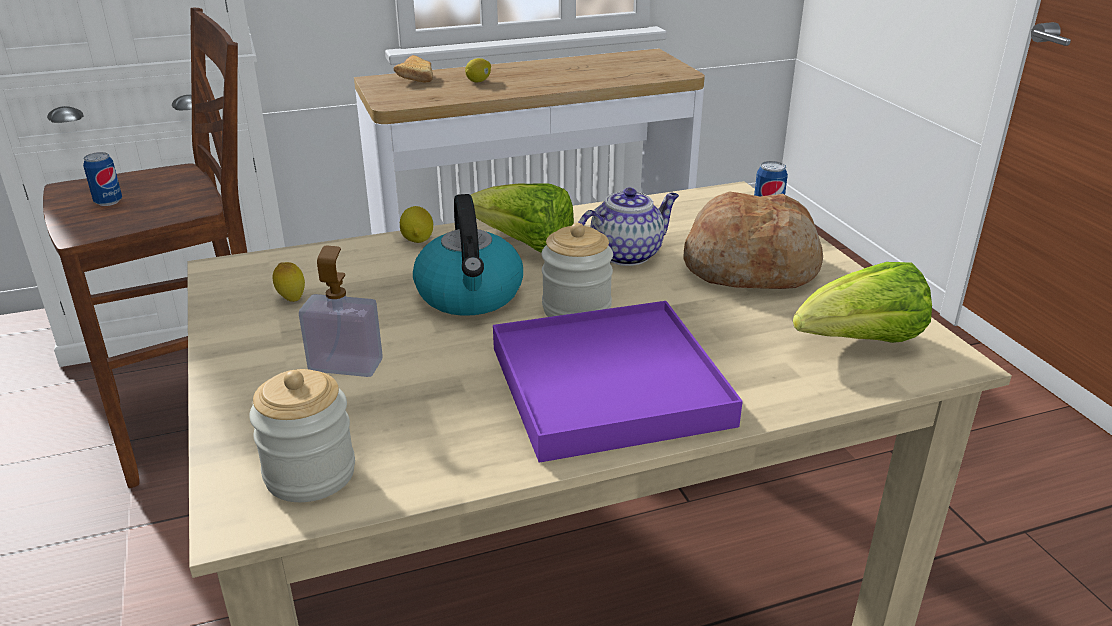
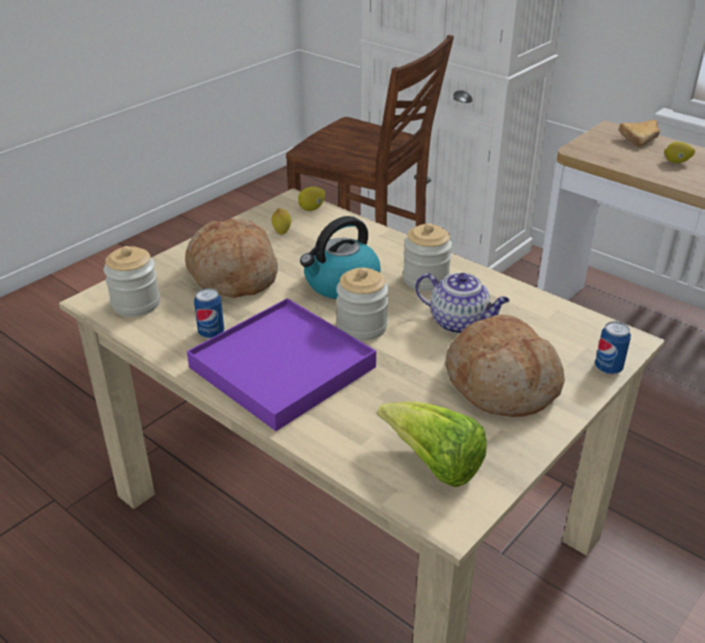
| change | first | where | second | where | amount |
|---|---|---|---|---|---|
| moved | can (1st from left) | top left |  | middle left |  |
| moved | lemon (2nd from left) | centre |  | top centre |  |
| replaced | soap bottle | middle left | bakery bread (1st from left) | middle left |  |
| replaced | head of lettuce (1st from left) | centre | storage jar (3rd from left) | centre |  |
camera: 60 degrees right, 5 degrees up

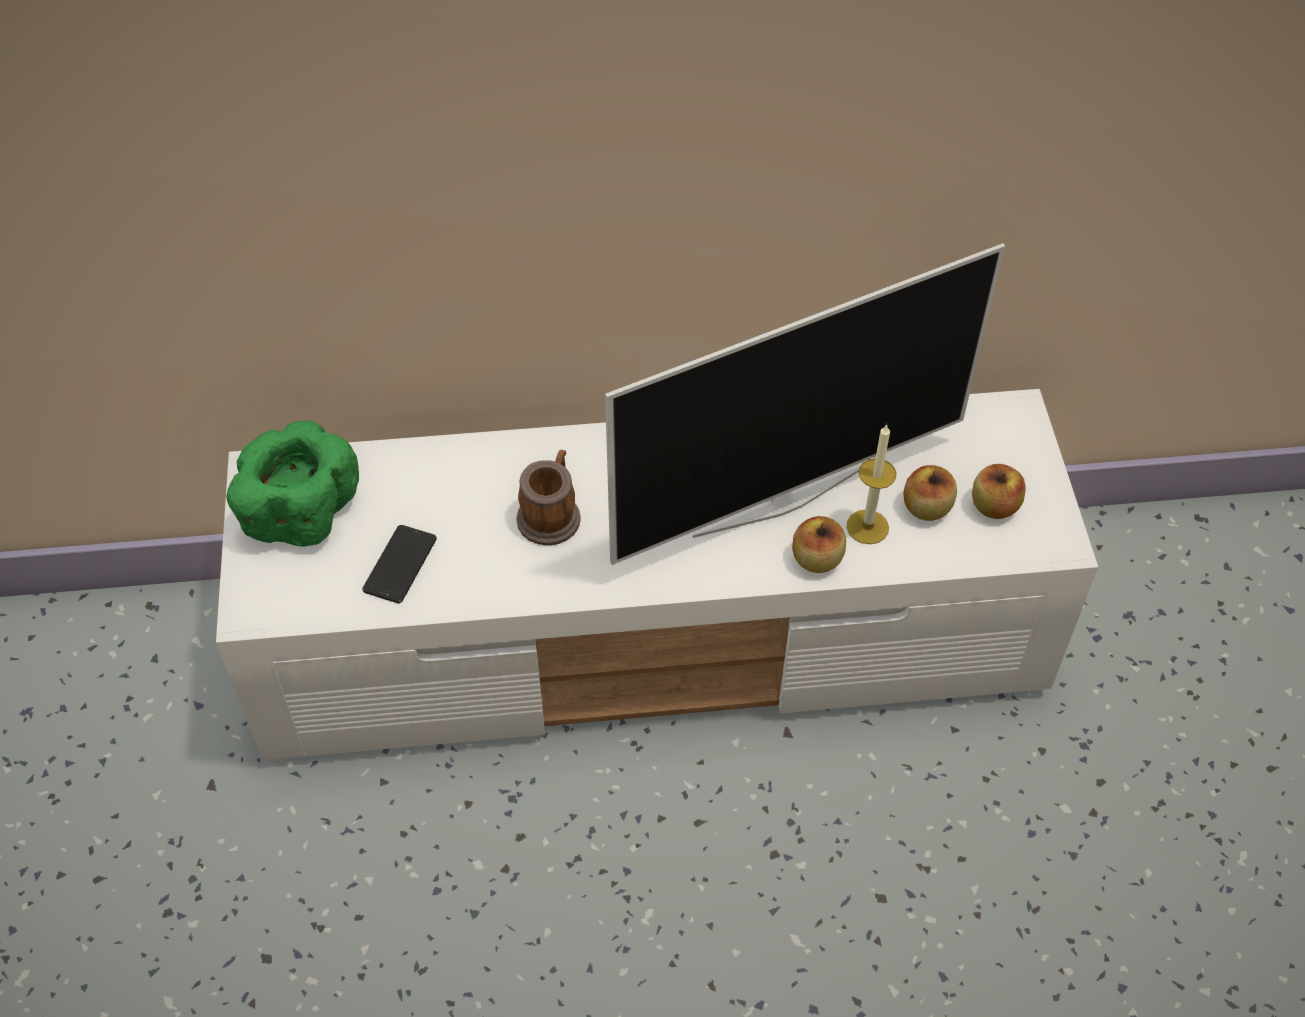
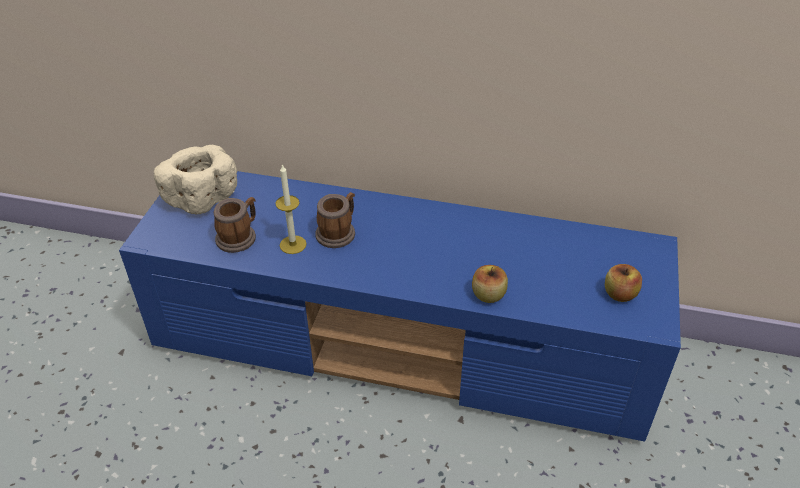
| change | first | where | second | where | amount |
|---|---|---|---|---|---|
| removed | TV set | centre |  |  |  |
| removed | apple fruit (2nd from left) | middle right |  |  |  |
| moved | candle | middle right |  | centre |  |
| replaced | telephone | middle left | tea mug (1st from left) | middle left |  |
| recoloured | white tv unit | centre | blue-coloured tv unit | centre |  |
| recoloured | green deep dish | middle left | beige deep dish | middle left |  |
camera: 20 degrees right, 10 degrees down

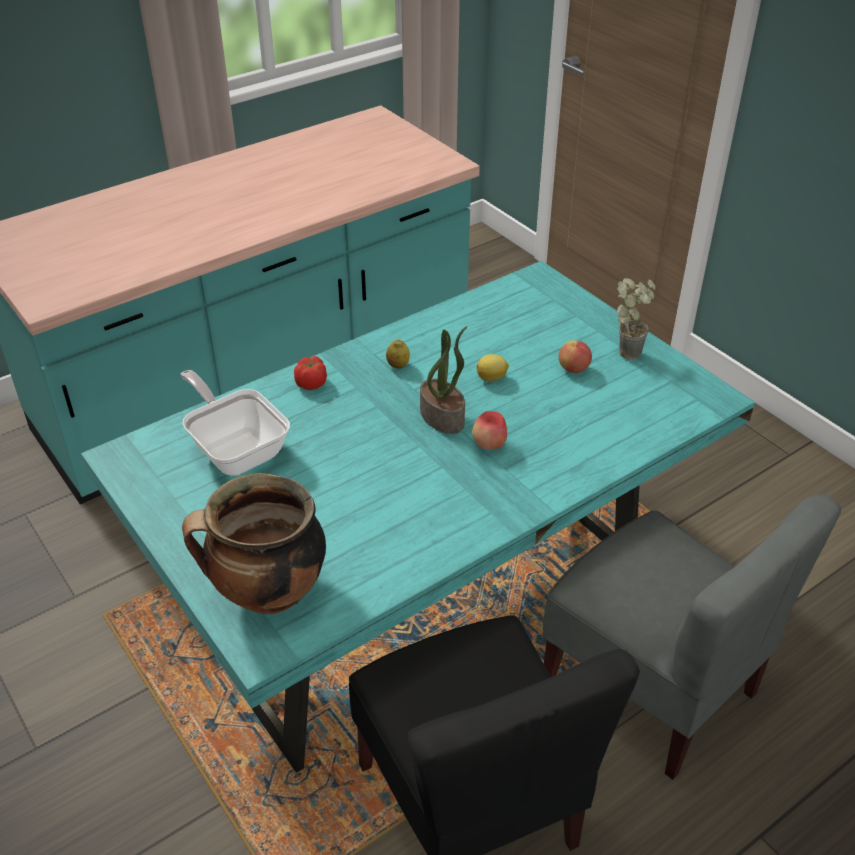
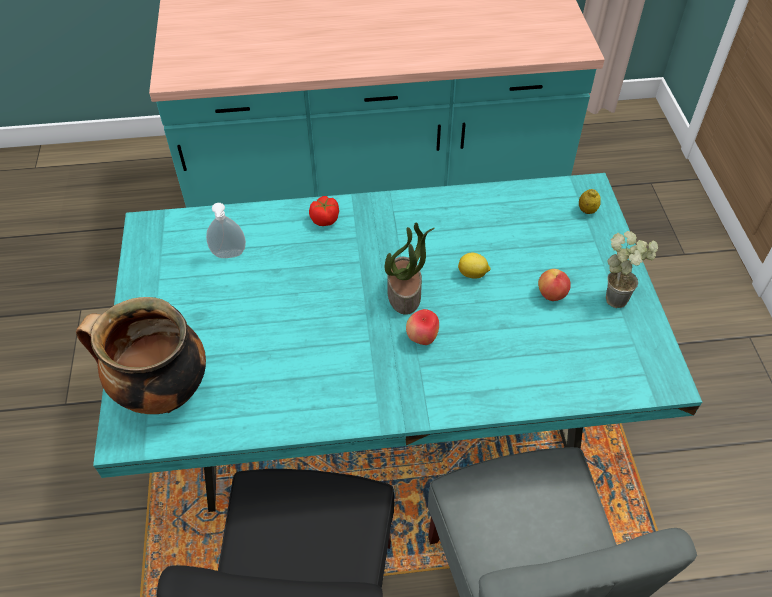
| change | first | where | second | where | amount |
|---|---|---|---|---|---|
| moved | lemon (1st from left in the first image) | centre | lemon (2nd from left) | middle right |  |
| replaced | frying pan | middle left | soap bottle | middle left |  |
camera: 30 degrees right, 10 degrees up

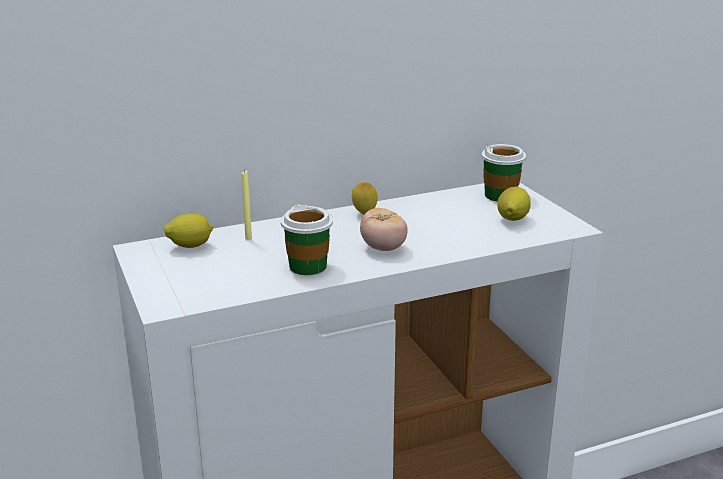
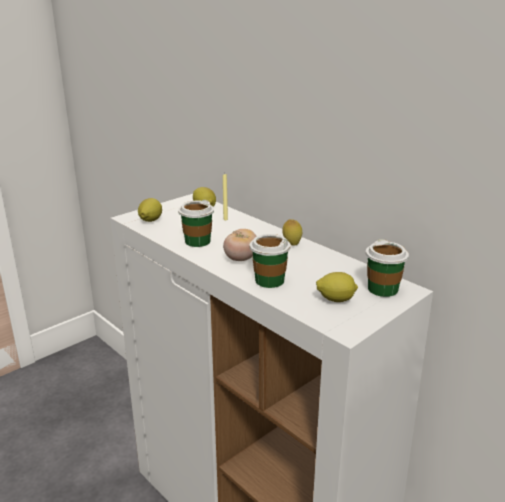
| change | first | where | second | where | amount |
|---|---|---|---|---|---|
| added |  |  | lemon (1st from left) | middle left |  |
| added |  |  | small cup (2nd from left) | centre |  |
camera: 70 degrees right, 0 degrees up

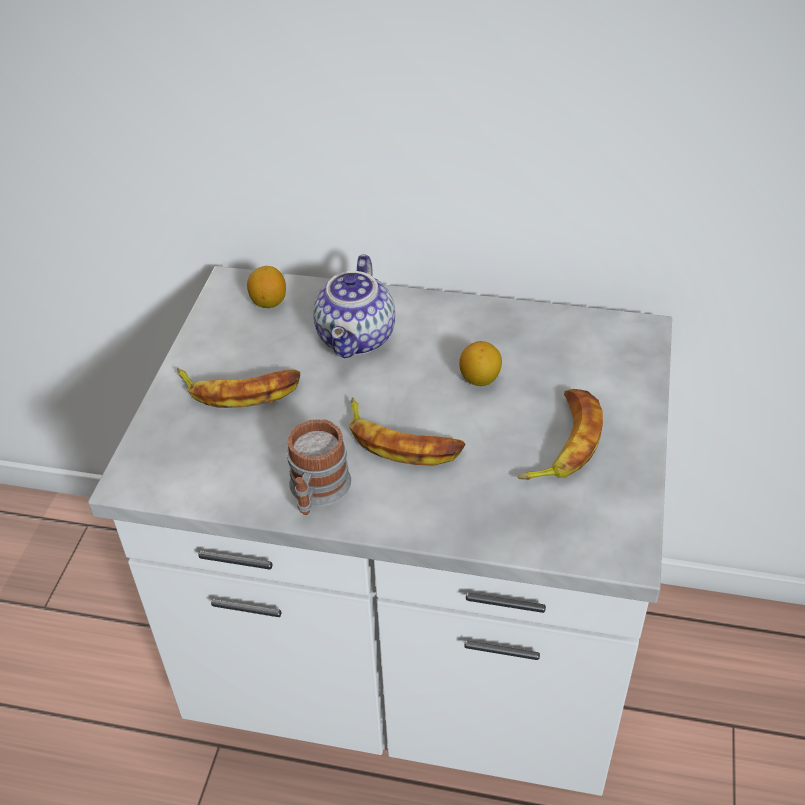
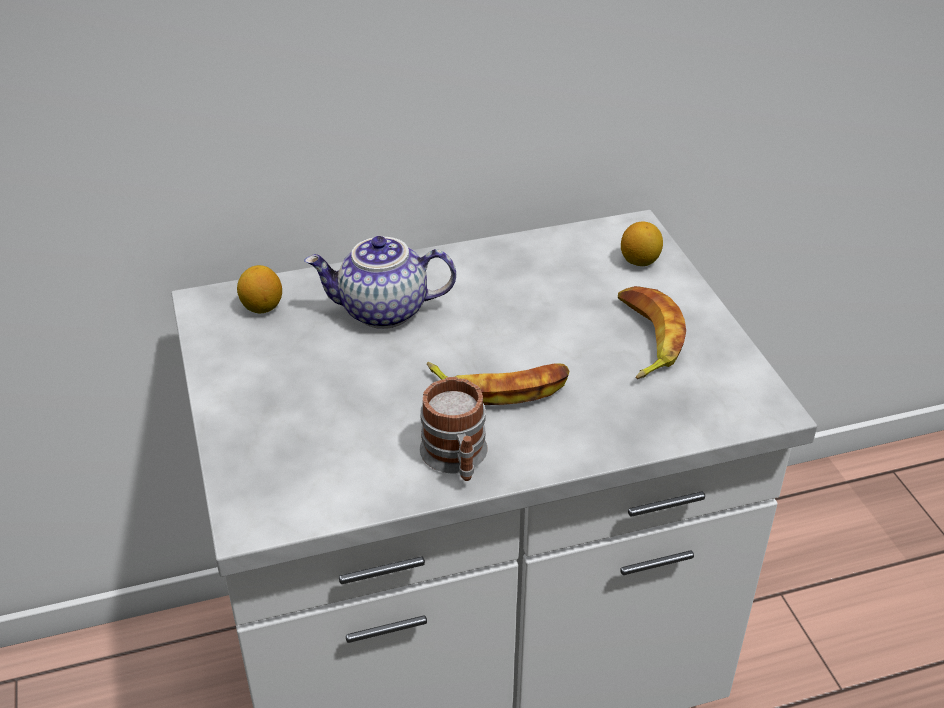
| change | first | where | second | where | amount |
|---|---|---|---|---|---|
| removed | banana (1st from left) | middle left |  |  |  |
| moved | lemon (2nd from left) | centre |  | middle right |  |
| turned | pot for tea | centre |  | centre | 105 degrees clockwise |
camera: 30 degrees left, 5 degrees down

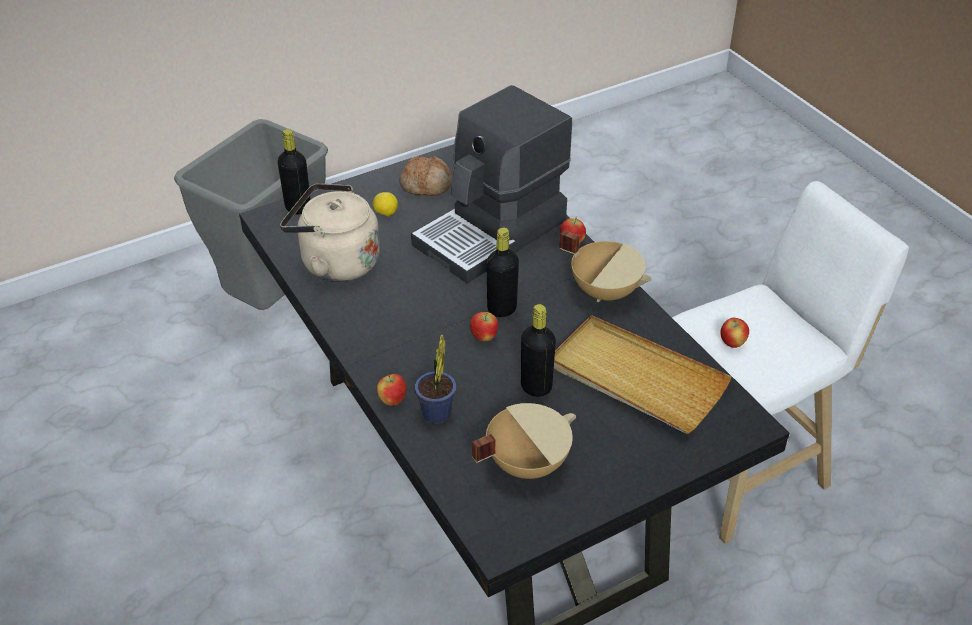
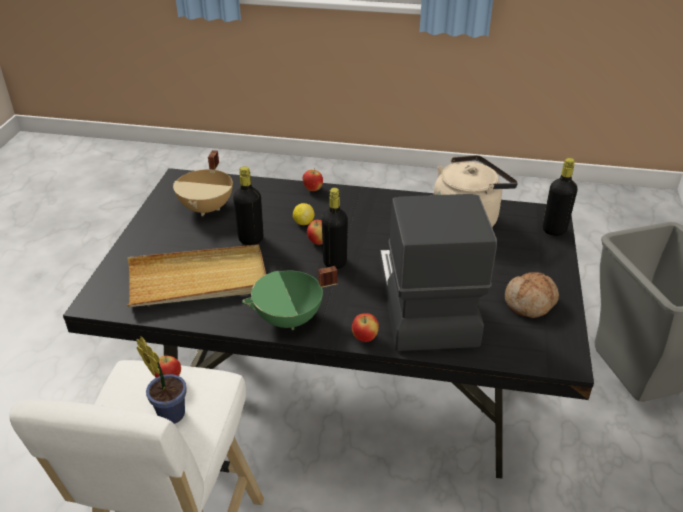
| change | first | where | second | where | amount |
|---|---|---|---|---|---|
| moved | lemon | top centre |  | centre |  |
| moved | plant in a pot | centre |  | bottom left |  |
| recoloured | beige saucepot (2nd from left) | centre | green saucepot | centre |  |
camera: 130 degrees right, 5 degrees down

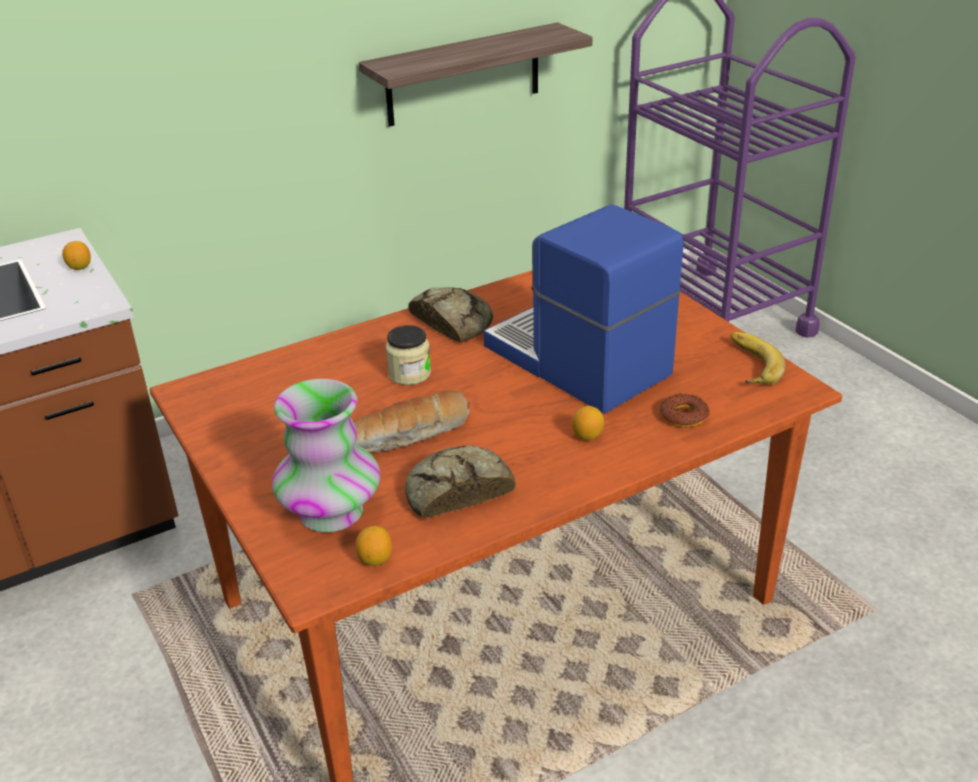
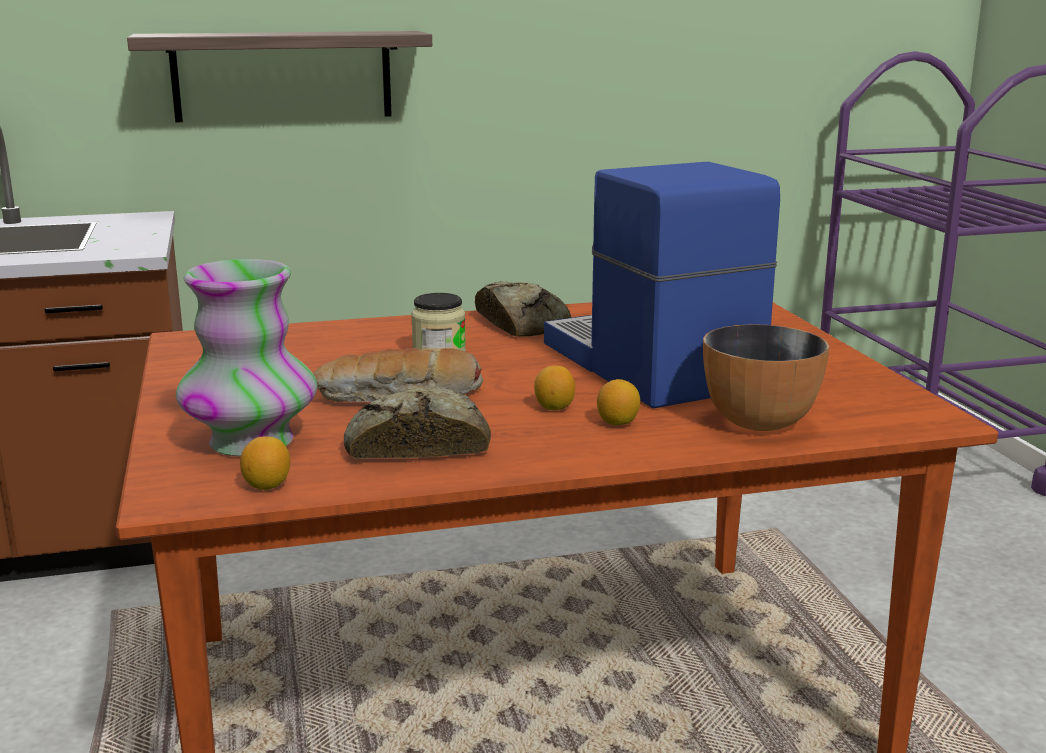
| change | first | where | second | where | amount |
|---|---|---|---|---|---|
| removed | banana | middle right |  |  |  |
| moved | lemon (1st from left in the first image) | top left | lemon (2nd from left) | centre |  |
| moved | bracket shelf | top centre |  | top left |  |
| replaced | doughnut | middle right | deep dish | middle right |  |
camera: 15 degrees right, 15 degrees down

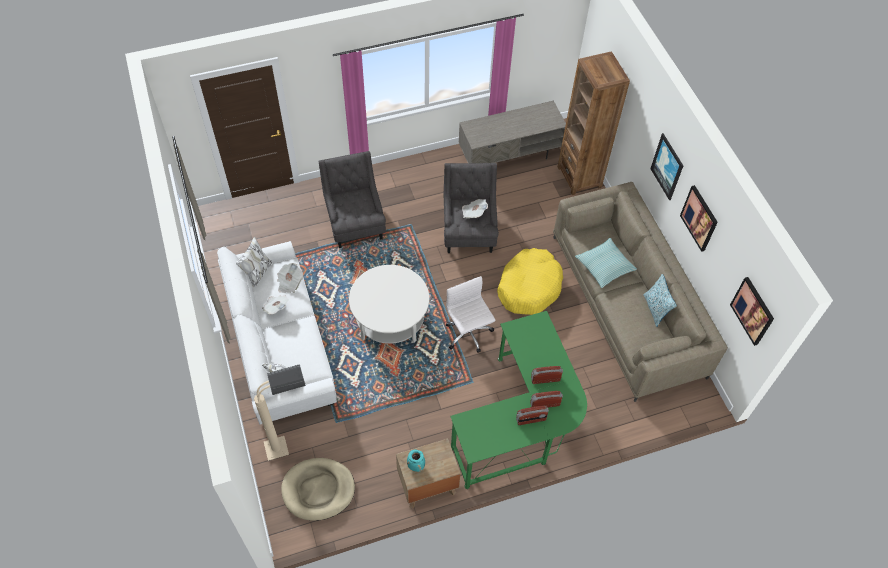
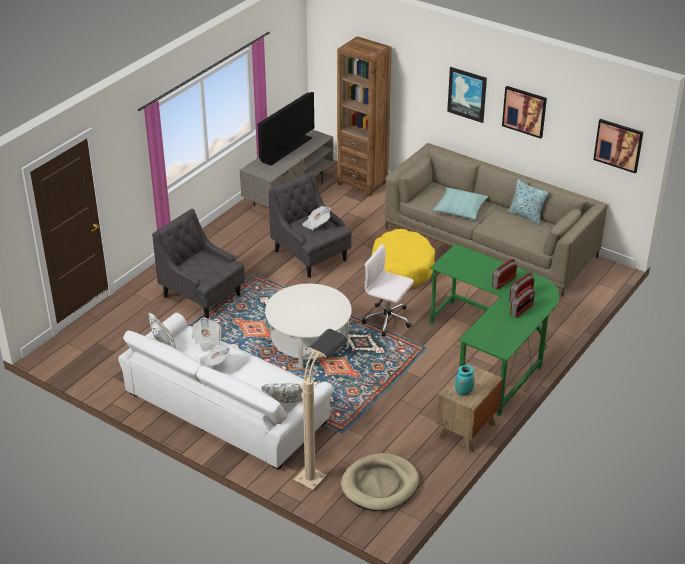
| change | first | where | second | where | amount |
|---|---|---|---|---|---|
| added |  |  | TV set | top centre |  |
camera: 35 degrees left, 20 degrees down

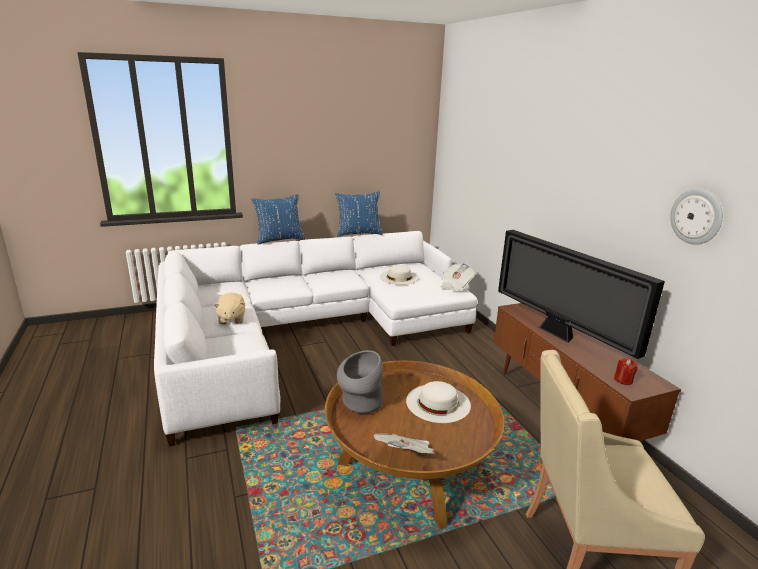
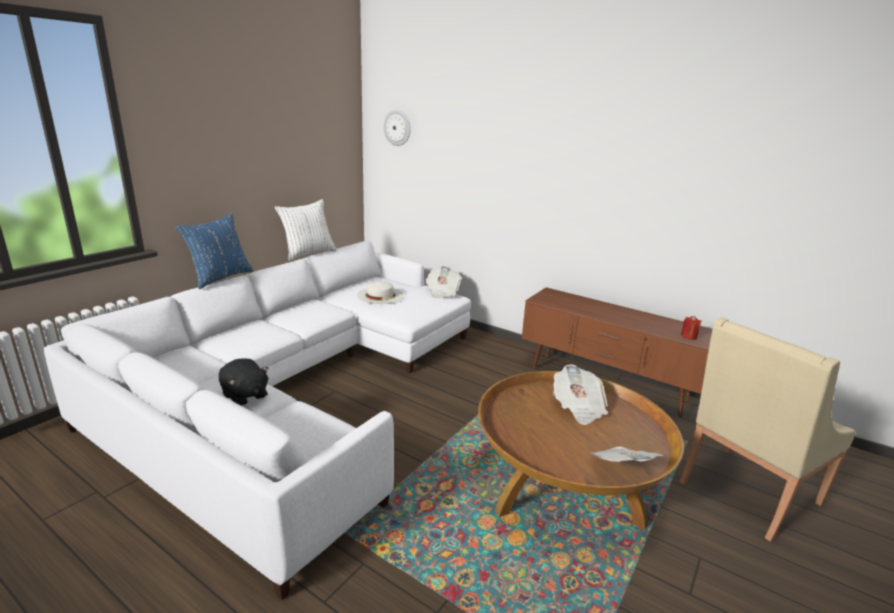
| change | first | where | second | where | amount |
|---|---|---|---|---|---|
| removed | grey flower vase | bottom centre |  |  |  |
| removed | TV set | middle right |  |  |  |
| moved | wall clock | middle right |  | top centre |  |
| replaced | white clothing hat (2nd from left) | bottom centre | printed paper (2nd from left) | centre |  |
| recoloured | beige soft toy | middle left | black soft toy | middle left |  |
| recoloured | blue-coloured throw pillow (2nd from left) | centre | white throw pillow | centre |  |
camera: 35 degrees left, 0 degrees up

